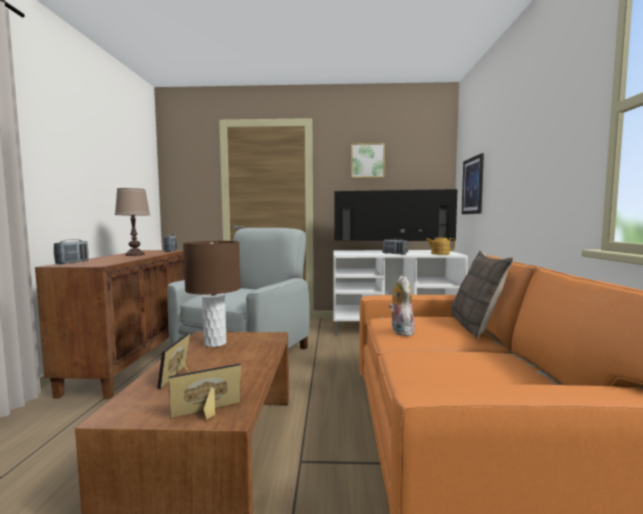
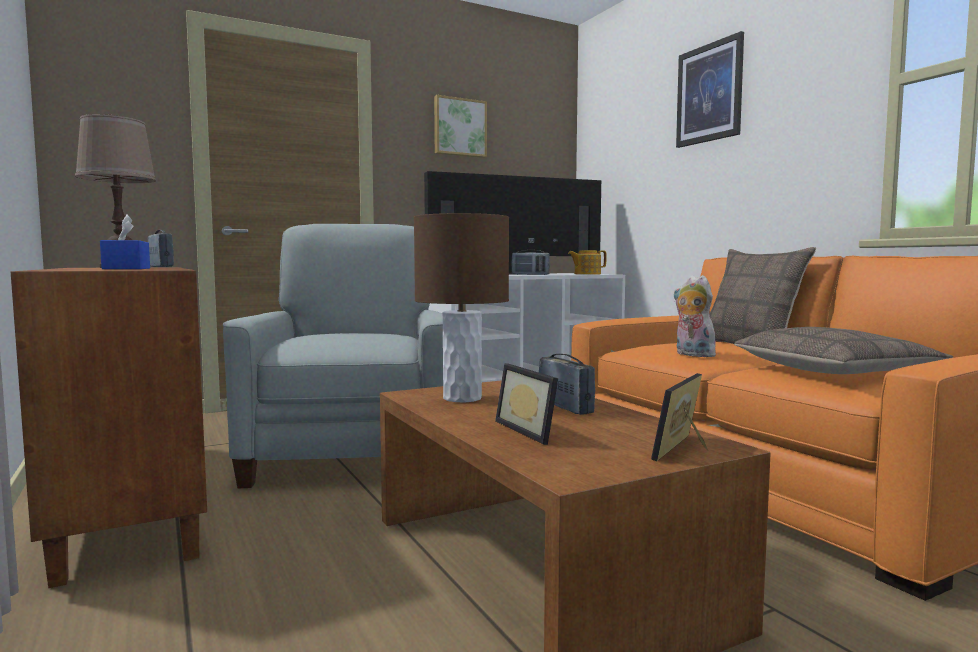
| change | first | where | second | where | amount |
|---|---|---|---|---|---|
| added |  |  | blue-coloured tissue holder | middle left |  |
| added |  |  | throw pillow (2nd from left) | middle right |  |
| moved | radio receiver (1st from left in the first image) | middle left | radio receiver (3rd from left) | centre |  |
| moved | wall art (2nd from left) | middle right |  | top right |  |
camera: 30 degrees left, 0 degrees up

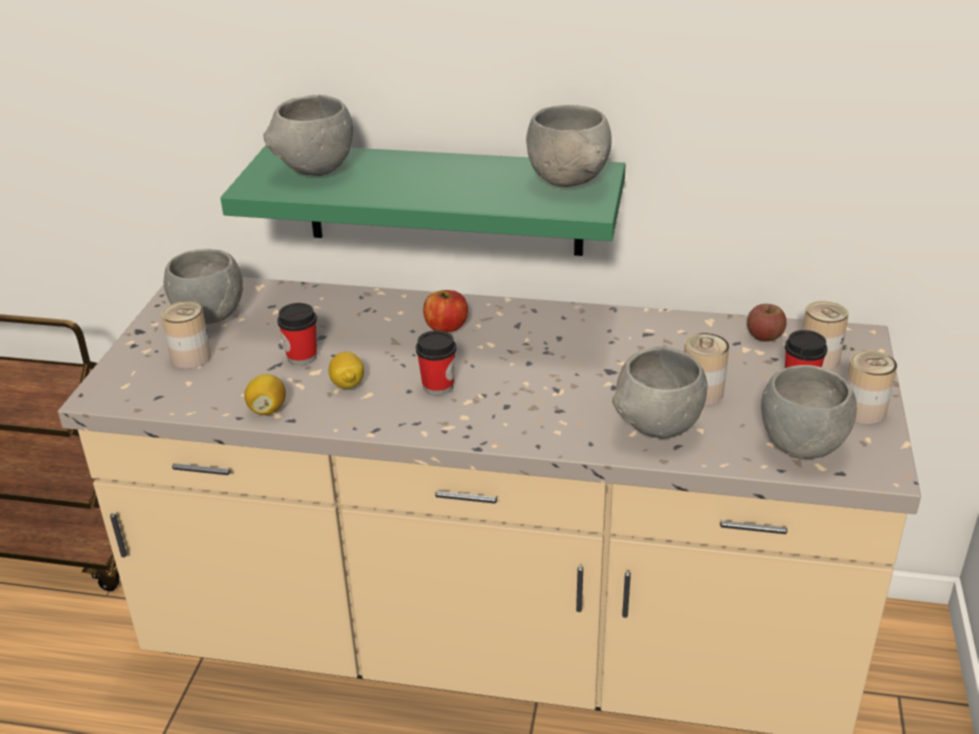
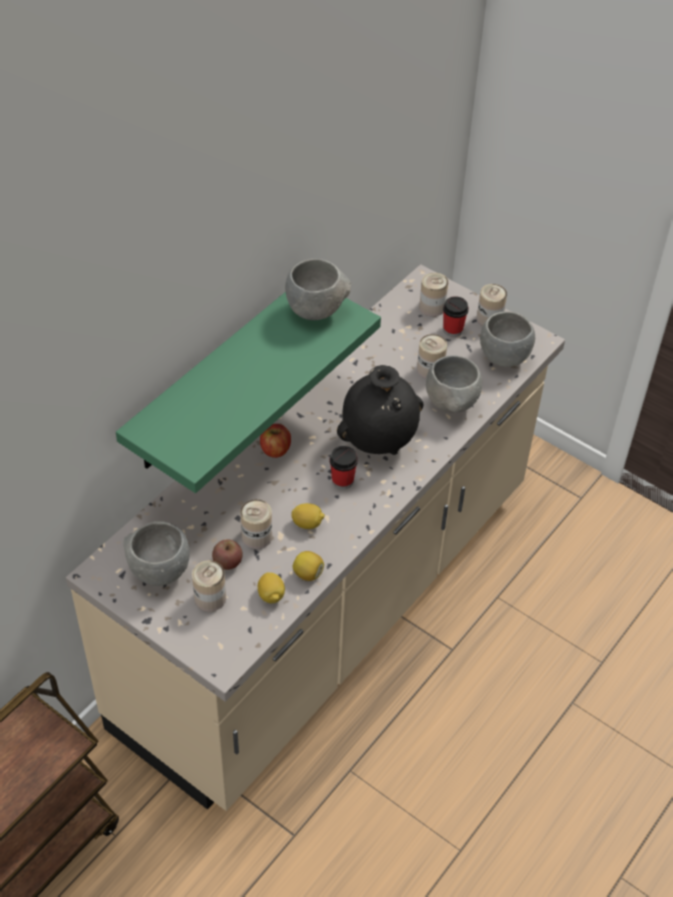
| change | first | where | second | where | amount |
|---|---|---|---|---|---|
| removed | grey deep dish (2nd from left) | top left |  |  |  |
| added |  |  | lemon (1st from left) | centre |  |
| added |  |  | black flower vase | centre |  |
| moved | apple fruit (2nd from left in the first image) | middle right | apple fruit (1st from left) | centre |  |
| replaced | small cup (1st from left) | middle left | can (2nd from left) | centre |  |
camera: 65 degrees left, 15 degrees up

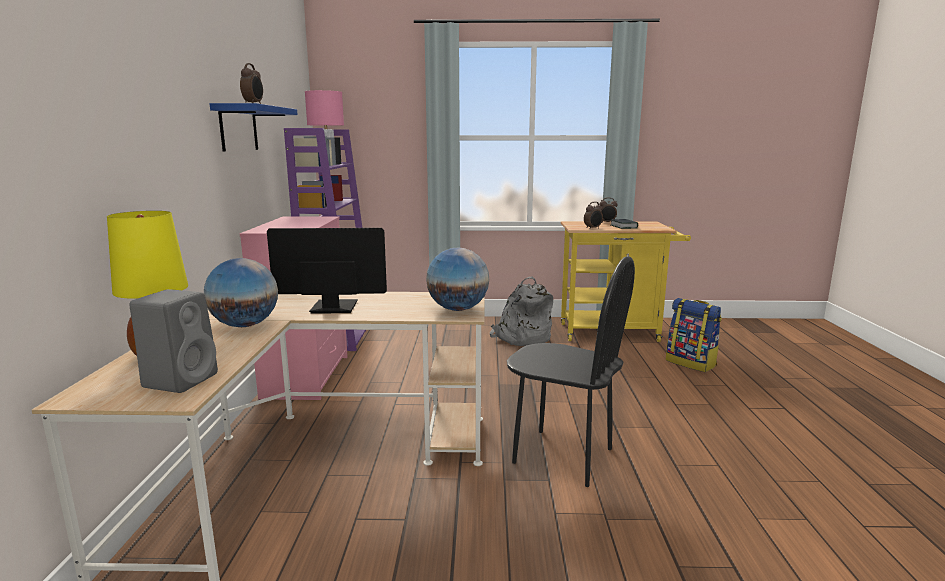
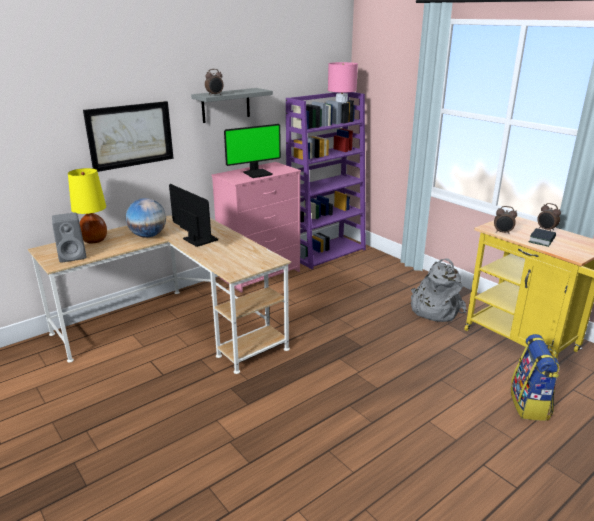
| change | first | where | second | where | amount |
|---|---|---|---|---|---|
| removed | desk globe (2nd from left) | centre |  |  |  |
| removed | black plain chair | centre |  |  |  |
| added |  |  | wall art | top left |  |
| added |  |  | computer display (2nd from left) | top centre |  |
| recoloured | blue-coloured bracket shelf | top left | grey bracket shelf | top centre |  |
camera: 50 degrees right, 10 degrees up

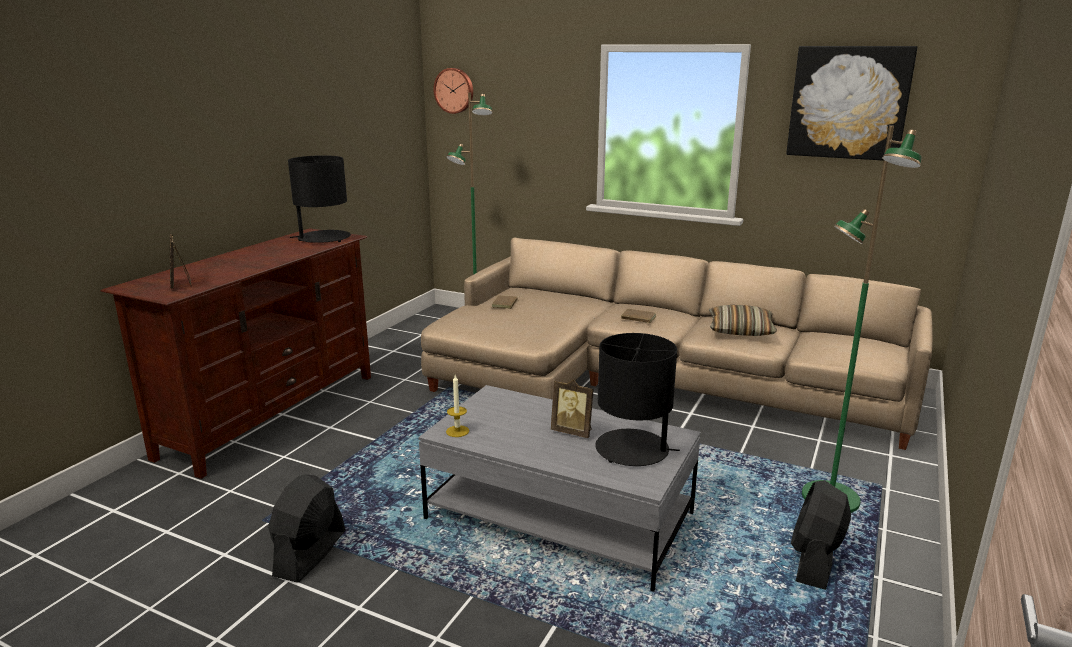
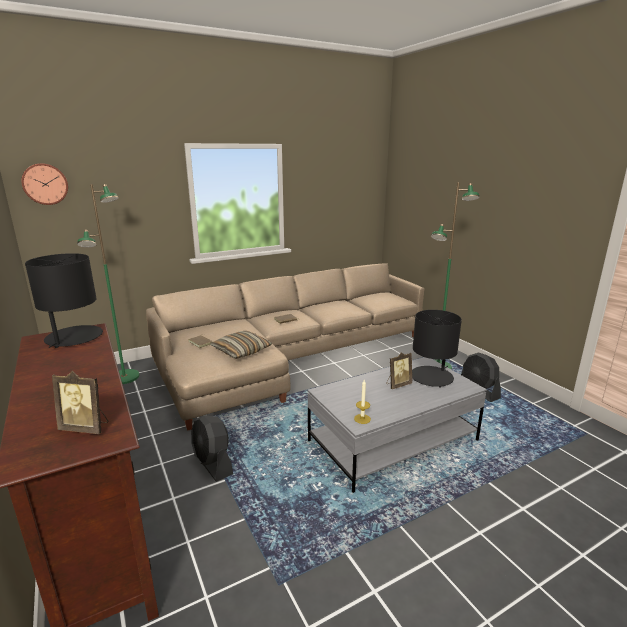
| change | first | where | second | where | amount |
|---|---|---|---|---|---|
| removed | wall art | top right |  |  |  |
| moved | black cooling fan (1st from left) | bottom left |  | bottom centre |  |
| moved | throw pillow | middle right |  | centre |  |
camera: 55 degrees left, 0 degrees up

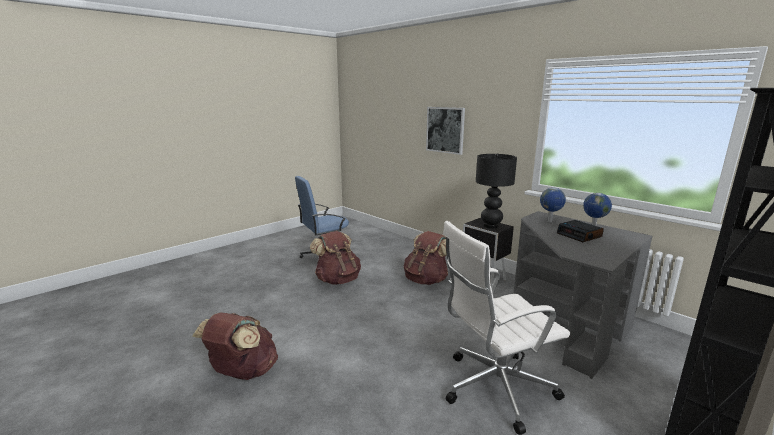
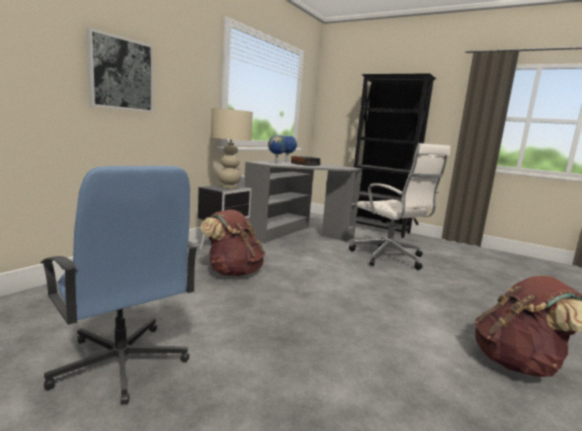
| change | first | where | second | where | amount |
|---|---|---|---|---|---|
| removed | brownish knapsack (2nd from left) | centre |  |  |  |
| recoloured | black lamp for a table | centre | beige lamp for a table | centre |  |
camera: 105 degrees left, 5 degrees down

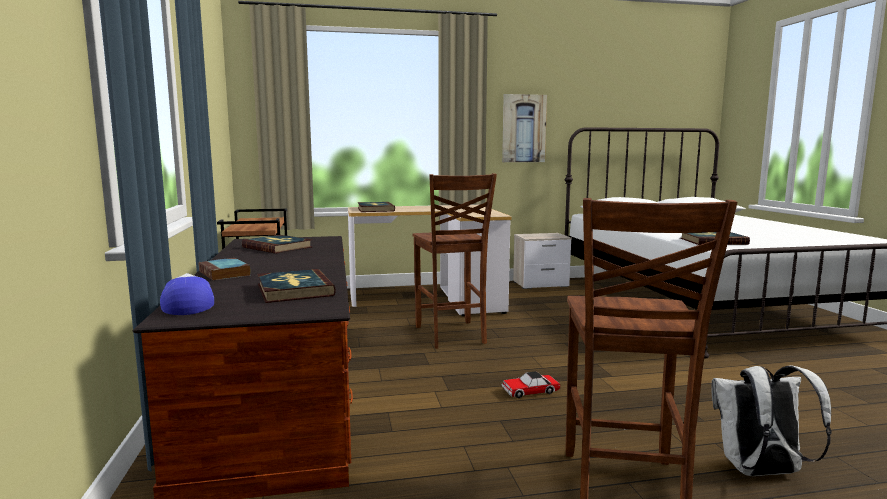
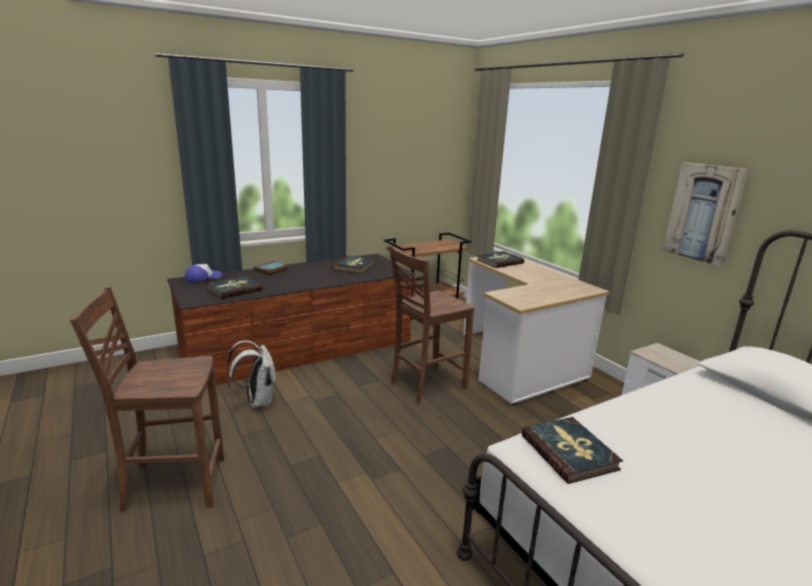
| change | first | where | second | where | amount |
|---|---|---|---|---|---|
| removed | toy car | bottom centre |  |  |  |
| moved | white knapsack | bottom right |  | middle left |  |
camera: 70 degrees right, 10 degrees up

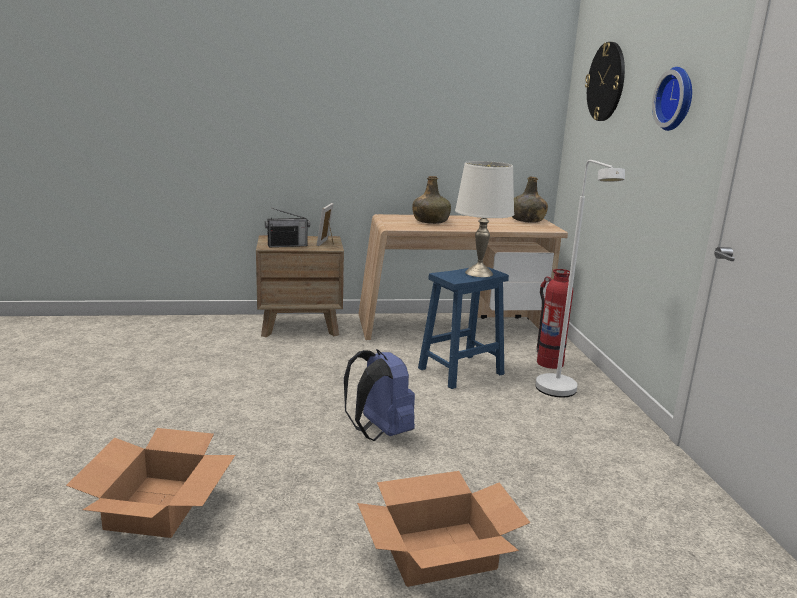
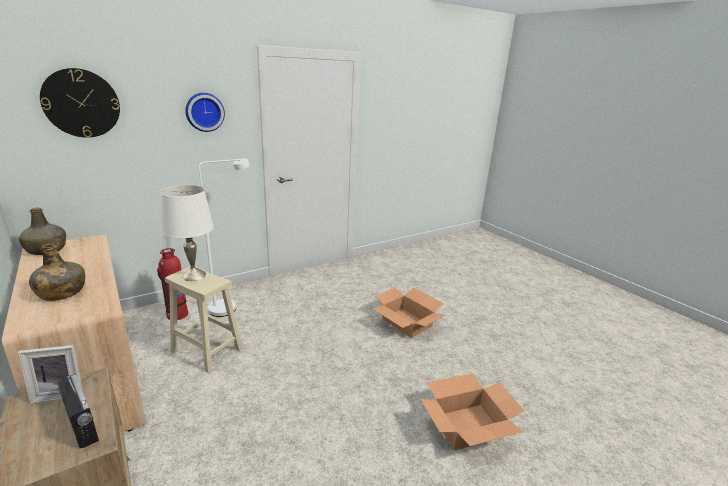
| change | first | where | second | where | amount |
|---|---|---|---|---|---|
| removed | blue-coloured knapsack | centre |  |  |  |
| recoloured | blue-coloured sitting stool | centre | beige sitting stool | middle left |  |
camera: 115 degrees left, 5 degrees up

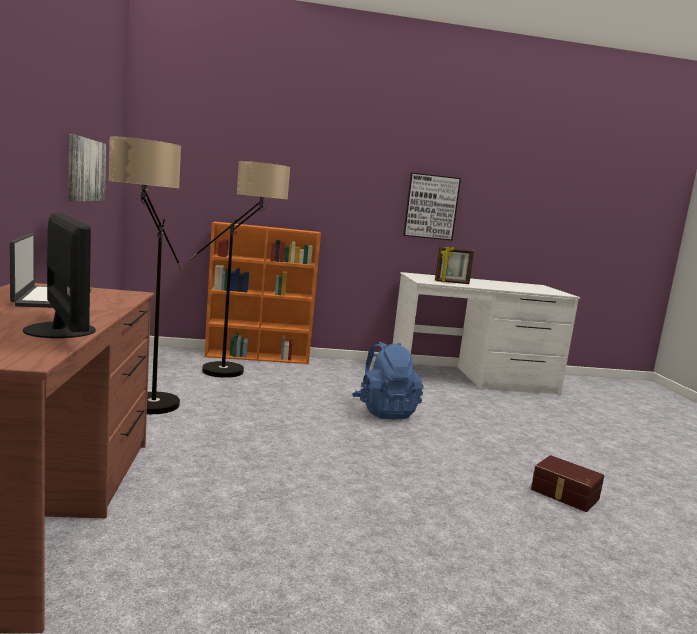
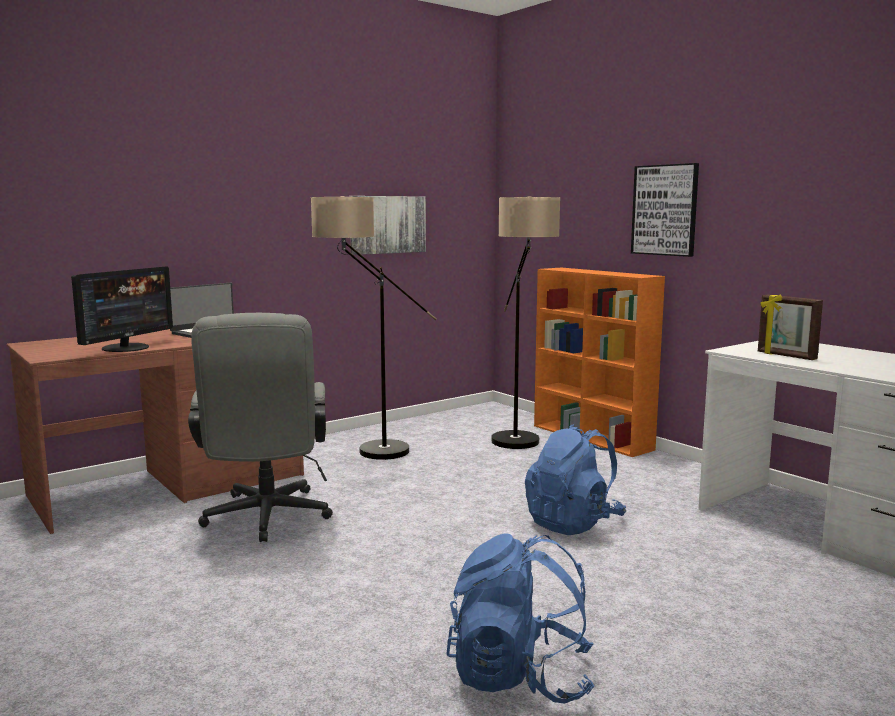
| change | first | where | second | where | amount |
|---|---|---|---|---|---|
| added |  |  | grey office chair | middle left |  |
| moved | wall art (2nd from left) | top centre |  | top right |  |
| replaced | brownish storage bin | bottom right | blue-coloured knapsack (1st from left) | bottom centre |  |
camera: 60 degrees right, 0 degrees up

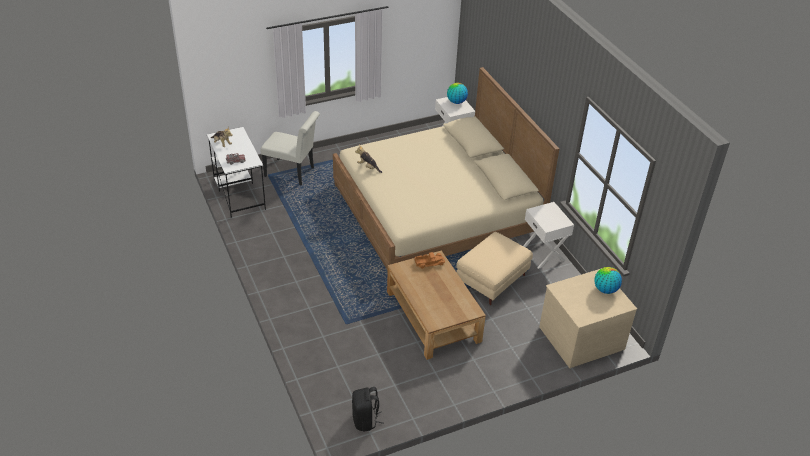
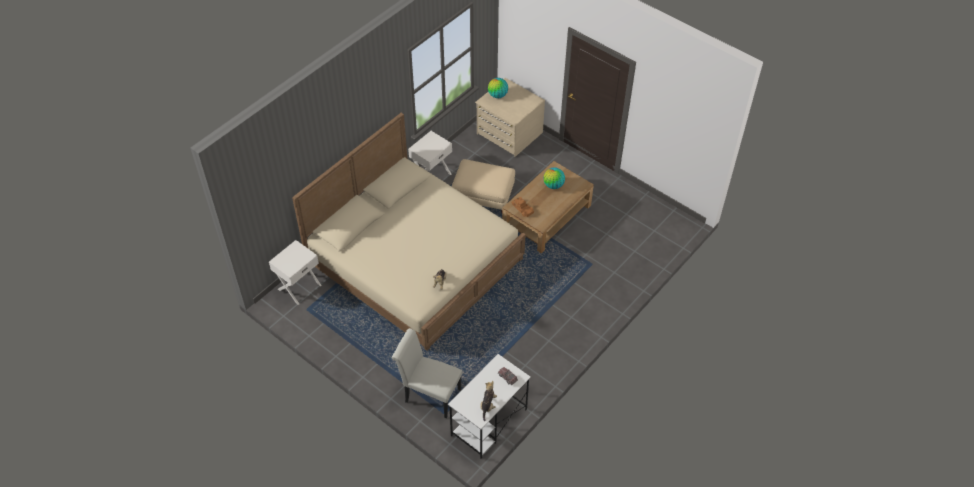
| change | first | where | second | where | amount |
|---|---|---|---|---|---|
| removed | black knapsack | bottom centre |  |  |  |
| moved | desk globe (1st from left in the first image) | top centre | desk globe (2nd from left) | centre |  |
| turned | white plain chair | top centre |  | bottom centre | 60 degrees counterclockwise |
camera: 115 degrees left, 10 degrees up

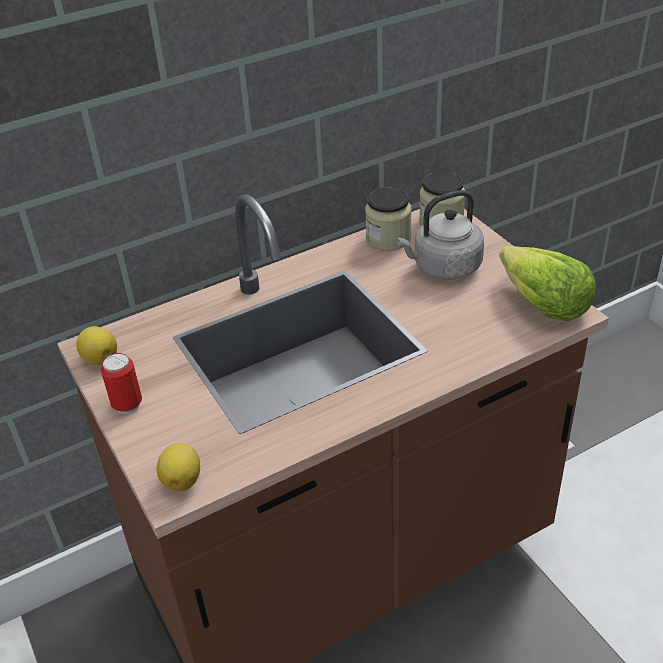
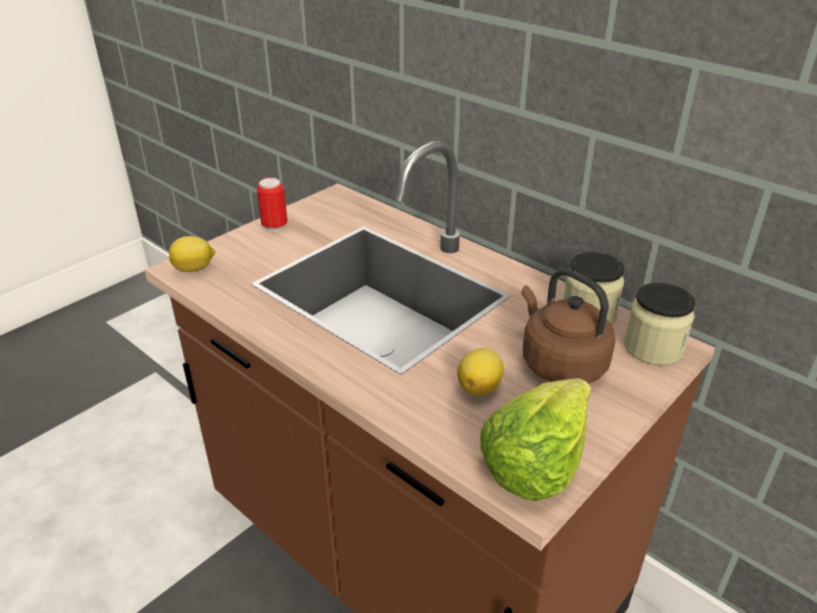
| change | first | where | second | where | amount |
|---|---|---|---|---|---|
| moved | lemon (1st from left in the first image) | middle left | lemon (2nd from left) | centre |  |
| recoloured | grey water kettle | centre | brownish water kettle | middle right |  |
camera: 70 degrees right, 5 degrees down

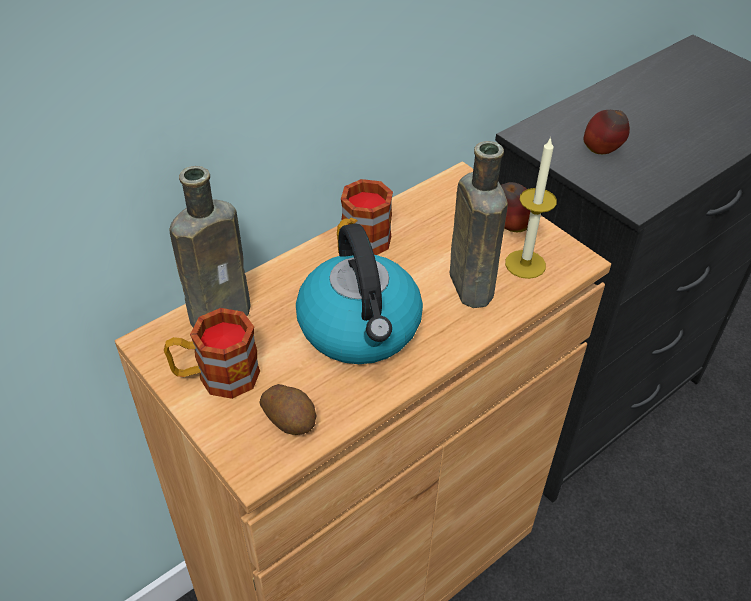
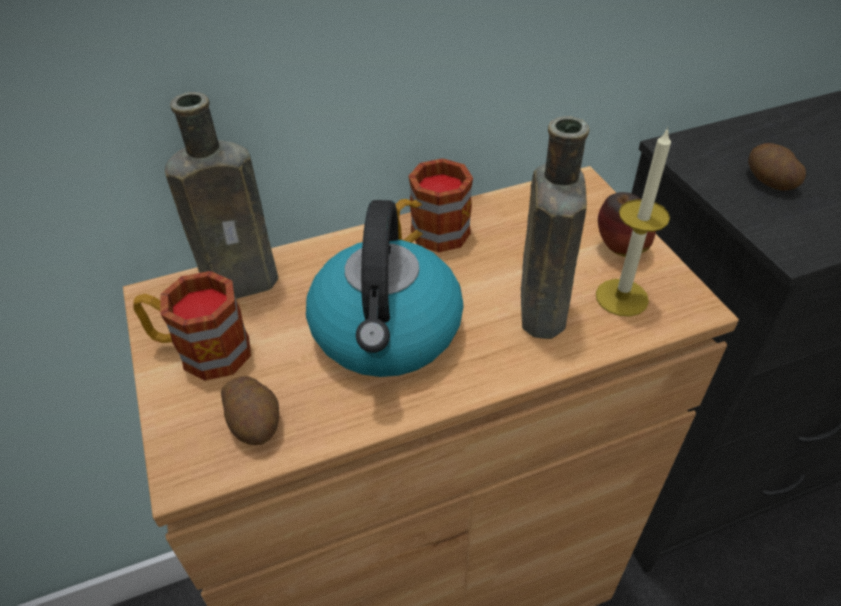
| change | first | where | second | where | amount |
|---|---|---|---|---|---|
| replaced | apple fruit (2nd from left) | top right | spud (2nd from left) | top right |  |
camera: 20 degrees right, 0 degrees up

